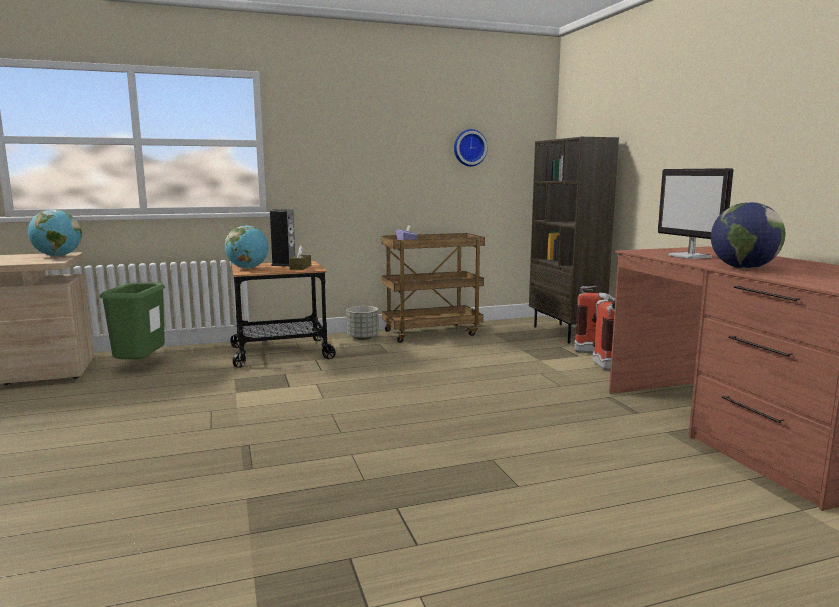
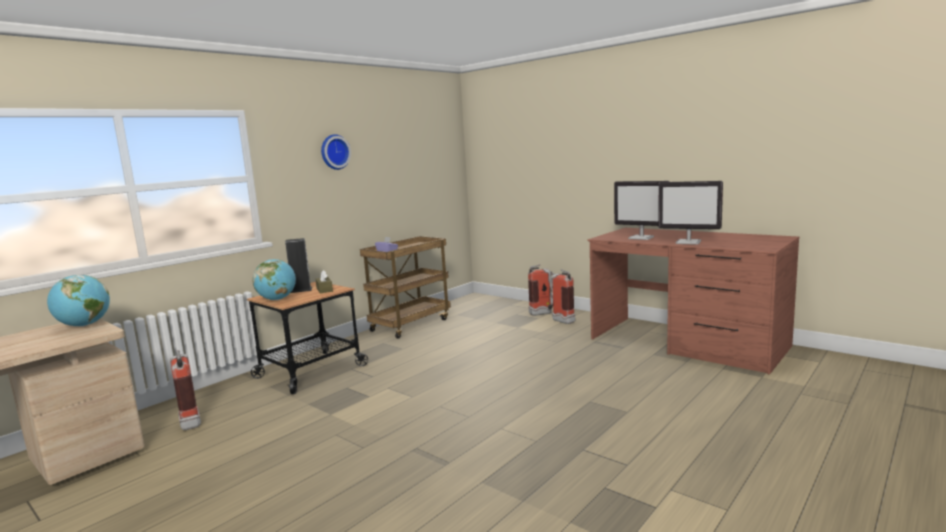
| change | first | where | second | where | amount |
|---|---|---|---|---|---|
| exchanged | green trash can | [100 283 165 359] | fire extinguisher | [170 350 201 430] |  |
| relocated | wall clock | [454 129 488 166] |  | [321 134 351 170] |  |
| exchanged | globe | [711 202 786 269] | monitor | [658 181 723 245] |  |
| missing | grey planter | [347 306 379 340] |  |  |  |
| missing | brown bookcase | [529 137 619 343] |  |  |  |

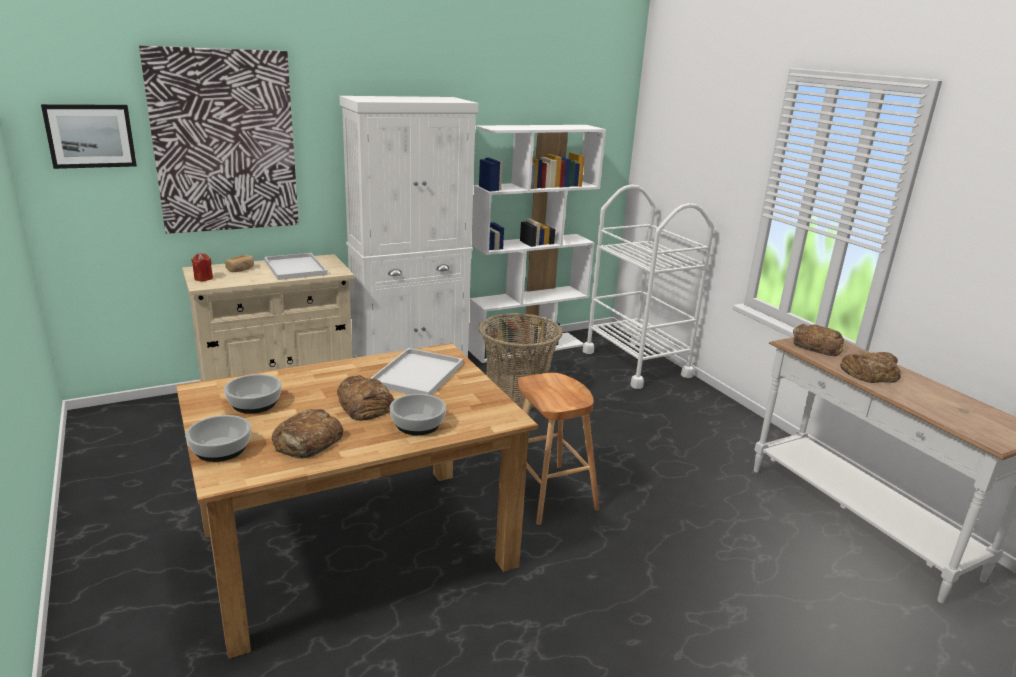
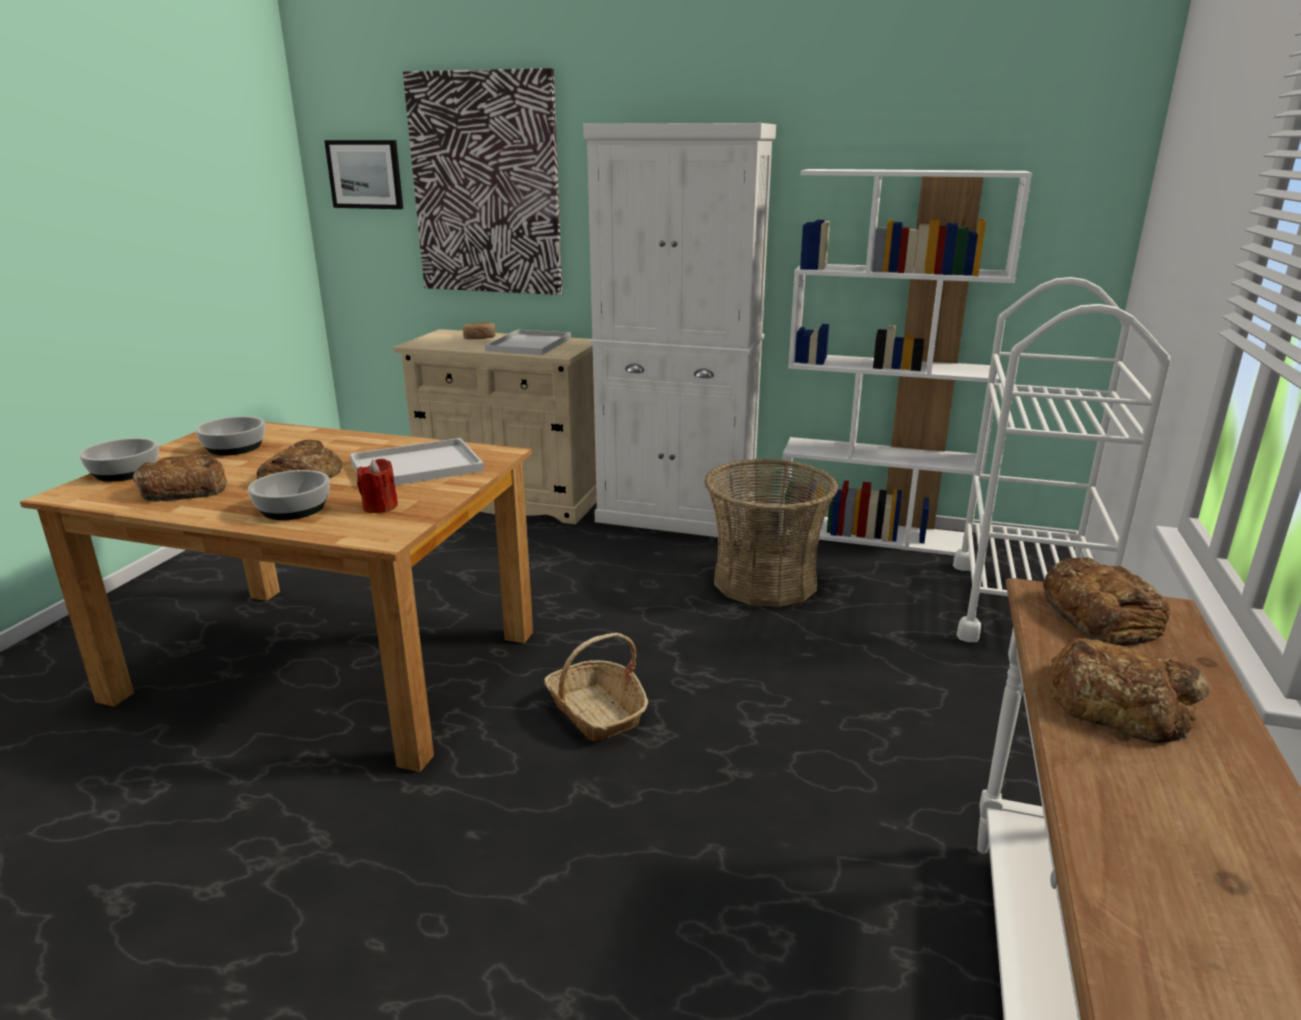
| change | first | where | second | where | amount |
|---|---|---|---|---|---|
| relocated | red candle | [191 253 213 281] |  | [357 459 398 513] |  |
| exchanged | brown stool | [517 373 600 525] | basket | [544 633 648 741] |  |

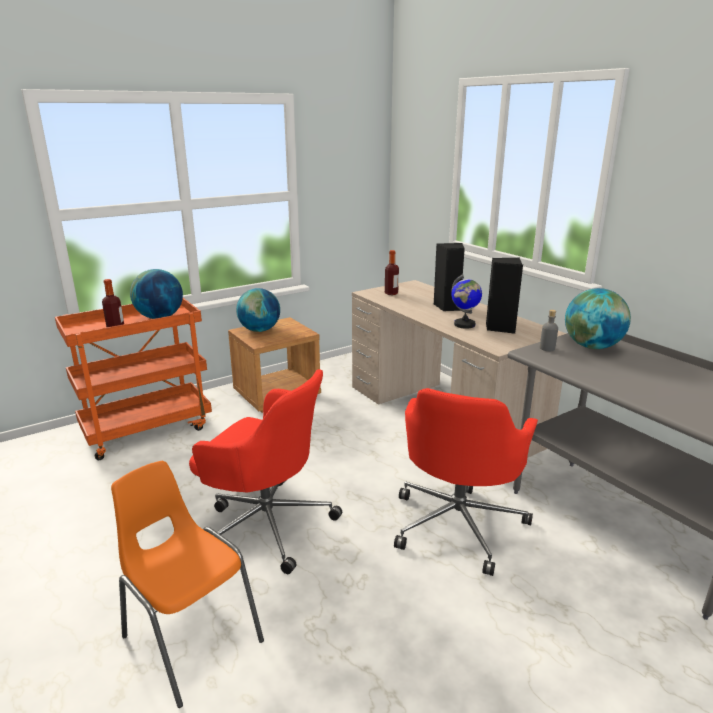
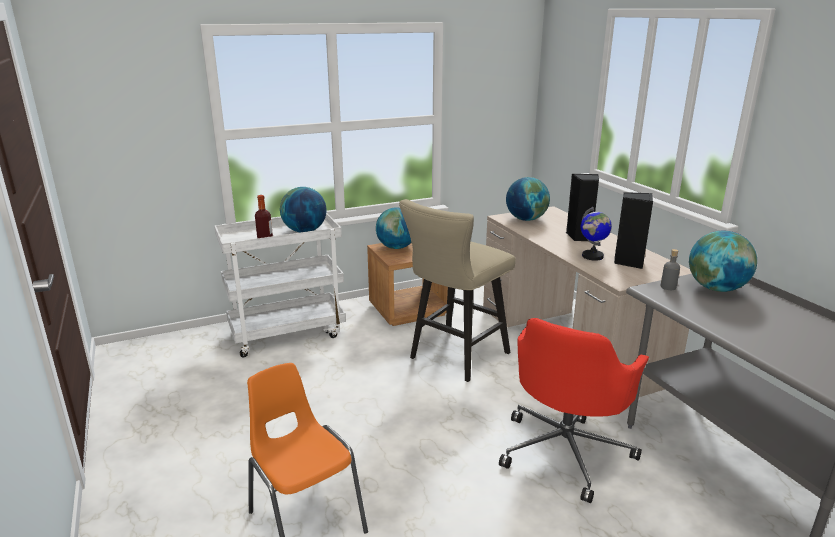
| change | first | where | second | where | amount |
|---|---|---|---|---|---|
| colour | orange cart | [55 298 212 460] | white cart | [214 212 346 357] |  |
| appeared |  |  | beige stool | [399 199 516 382] |  |
| exchanged | bottle | [385 250 399 295] | globe | [506 177 550 221] |  |
| missing | red office chair | [189 369 342 574] |  |  |  |

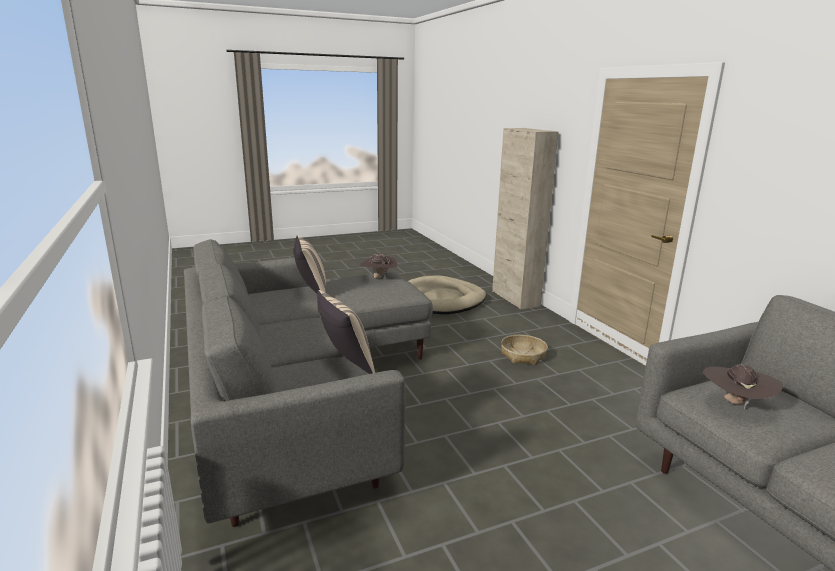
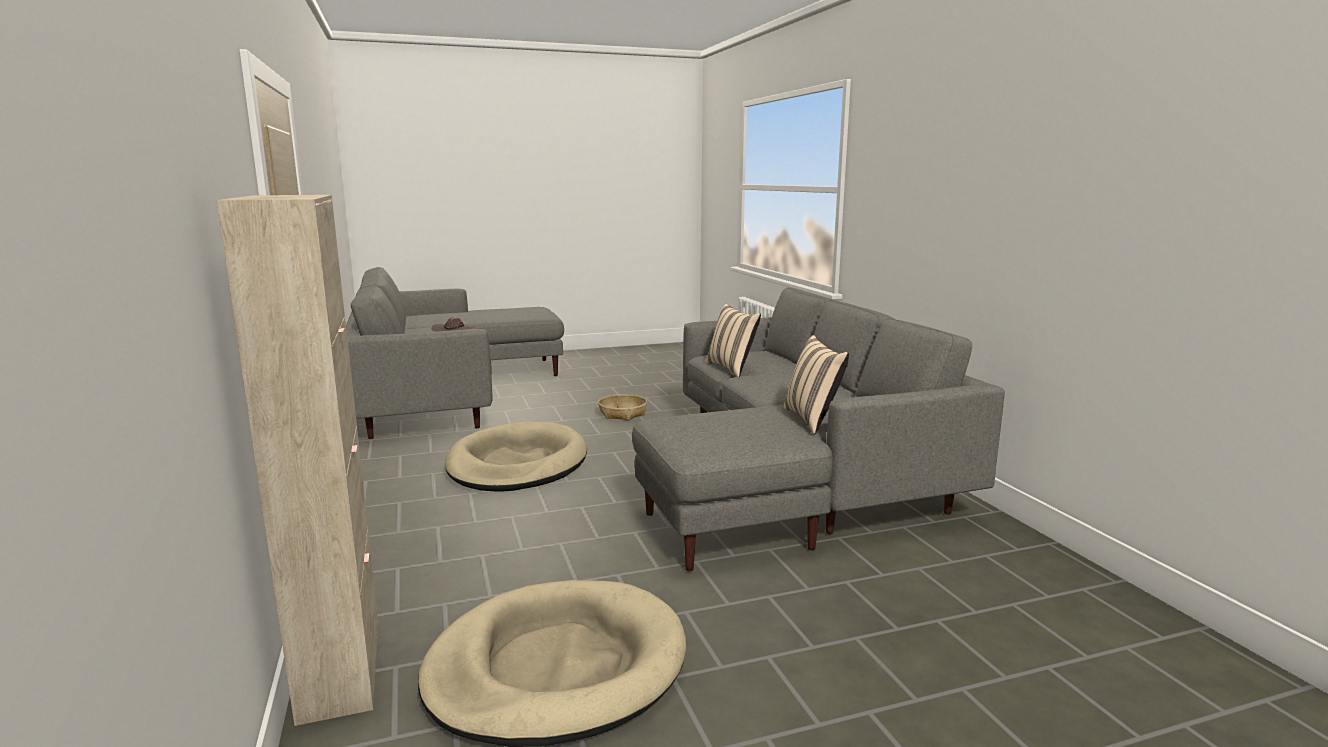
| change | first | where | second | where | amount |
|---|---|---|---|---|---|
| appeared |  |  | beige dog bed | [445 422 587 492] |  |
| relocated | basket | [501 335 548 365] |  | [598 394 647 421] |  |
| missing | brown hat | [360 253 398 278] |  |  |  |

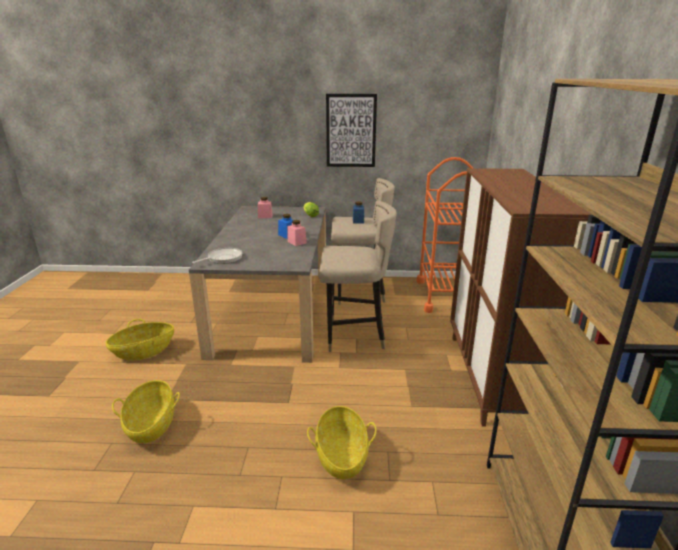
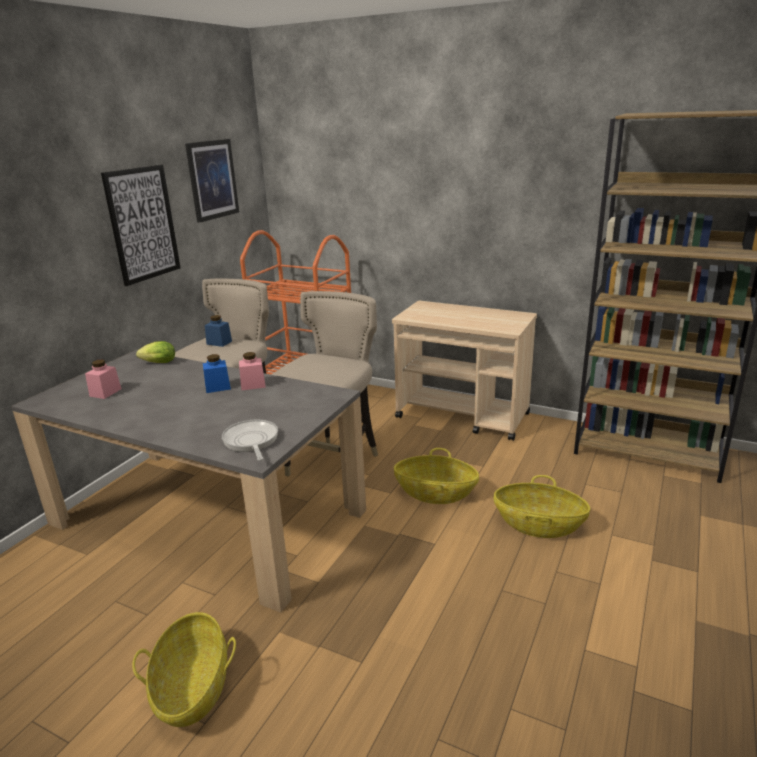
| change | first | where | second | where | amount |
|---|---|---|---|---|---|
| appeared |  |  | picture | [185 139 239 223] |  |
| exchanged | brown cabinet | [450 168 592 427] | beige cart | [392 301 537 441] |  |
| relocated | basket | [112 380 180 443] |  | [394 448 479 504] |  |

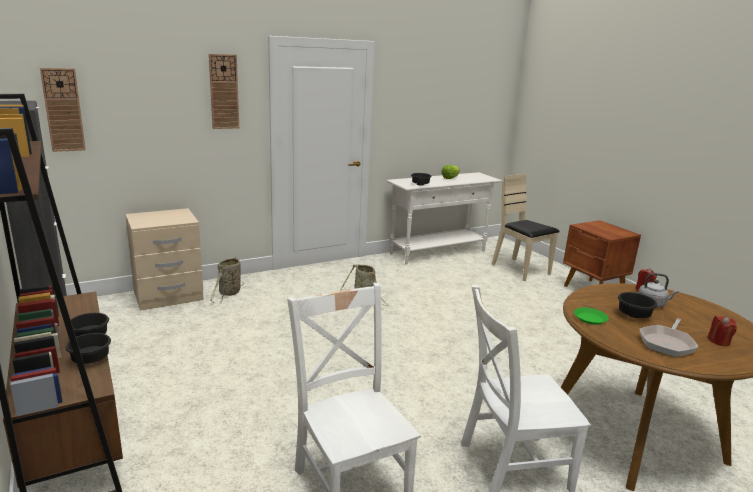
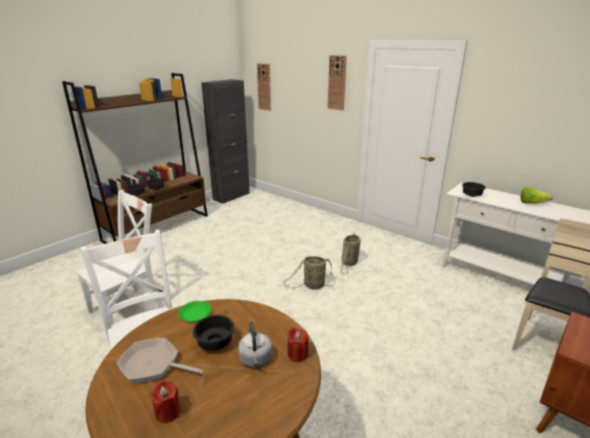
| change | first | where | second | where | amount |
|---|---|---|---|---|---|
| relocated | basket | [210 257 244 304] |  | [283 256 336 290] |  |
| missing | beige nightstand | [125 208 204 311] |  |  |  |

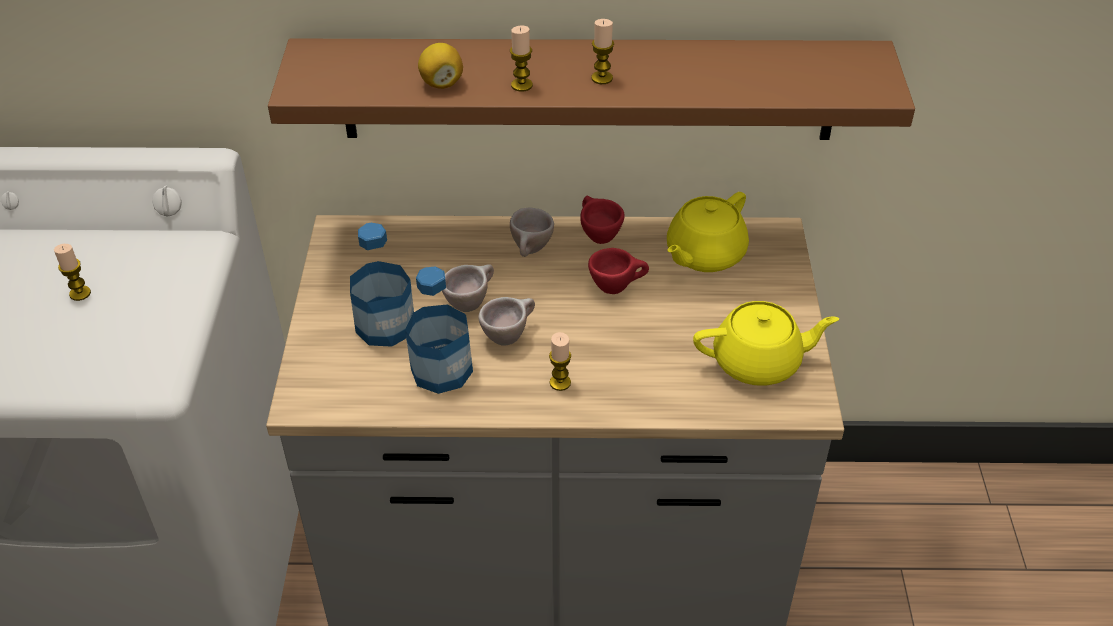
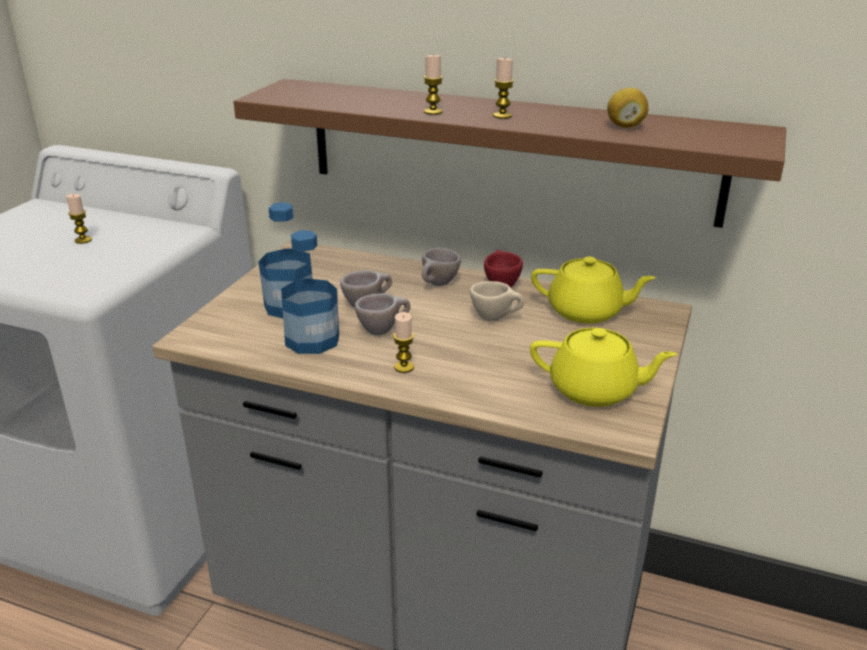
| change | first | where | second | where | amount |
|---|---|---|---|---|---|
| colour | red cup | [588 248 649 294] | beige cup | [470 281 524 321] |  |
| spun | yellow teapot | [667 192 749 272] |  | [531 257 656 324] | 135 degrees counterclockwise |
| relocated | lemon | [418 43 463 89] |  | [607 88 649 128] |  |

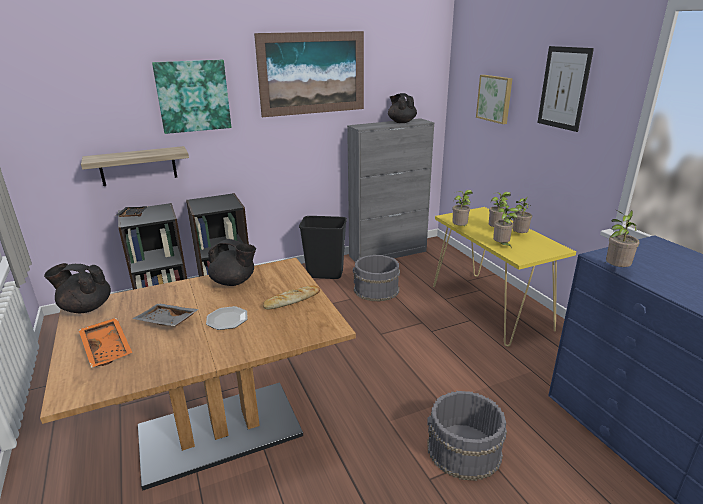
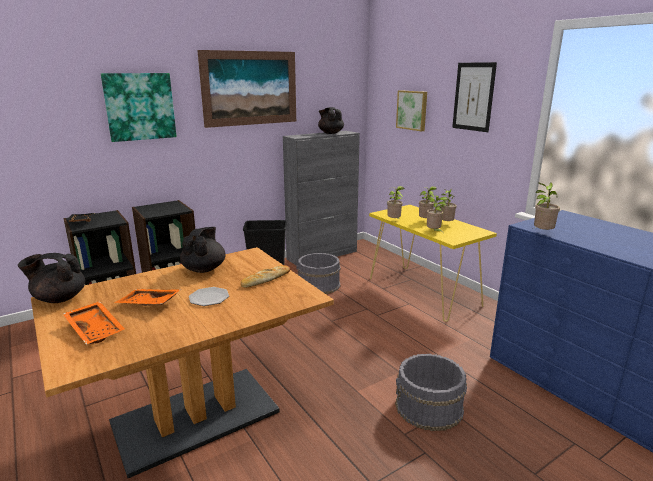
| change | first | where | second | where | amount |
|---|---|---|---|---|---|
| colour | grey tray | [132 303 199 326] | orange tray | [114 289 182 306] |  |
| spun | black teapot | [208 239 256 286] |  | [180 227 226 273] | 90 degrees counterclockwise |
| missing | shelf | [81 146 189 186] |  |  |  |

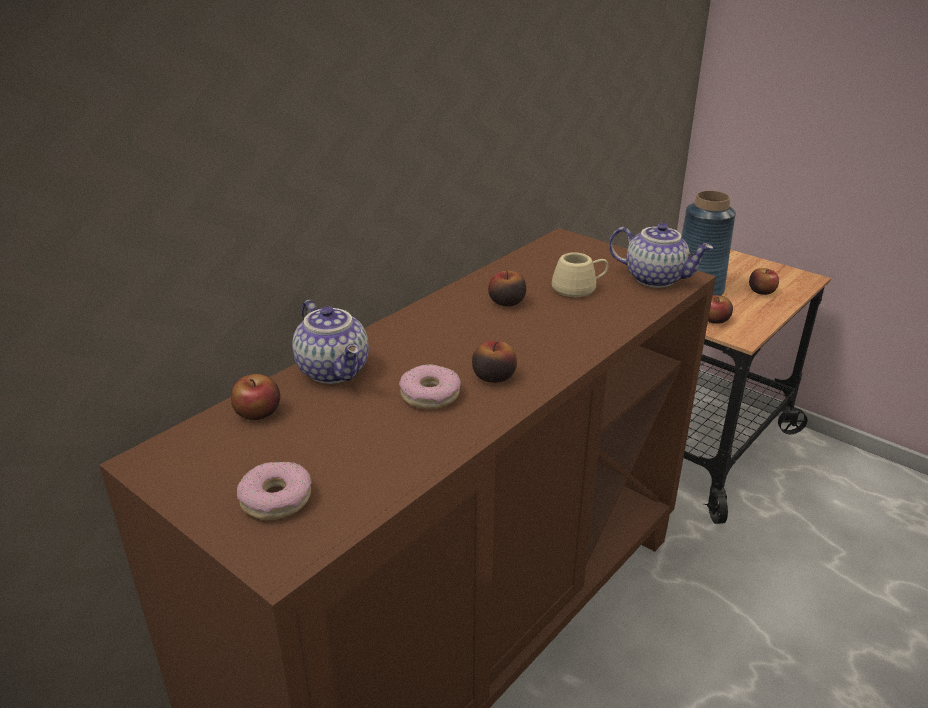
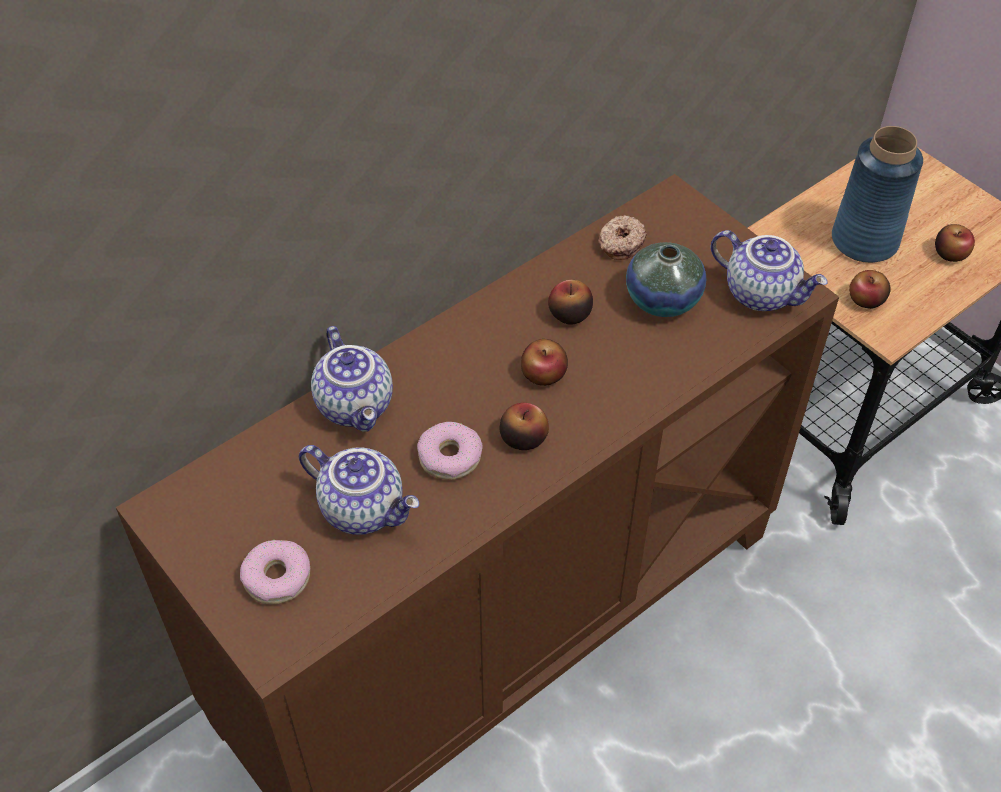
| change | first | where | second | where | amount |
|---|---|---|---|---|---|
| appeared |  |  | teapot | [299 445 419 535] |  |
| relocated | apple | [231 374 280 420] |  | [521 339 568 386] |  |
| appeared |  |  | donut | [598 214 647 260] |  |
| exchanged | beige mug | [552 252 609 297] | vase | [626 242 706 317] |  |

